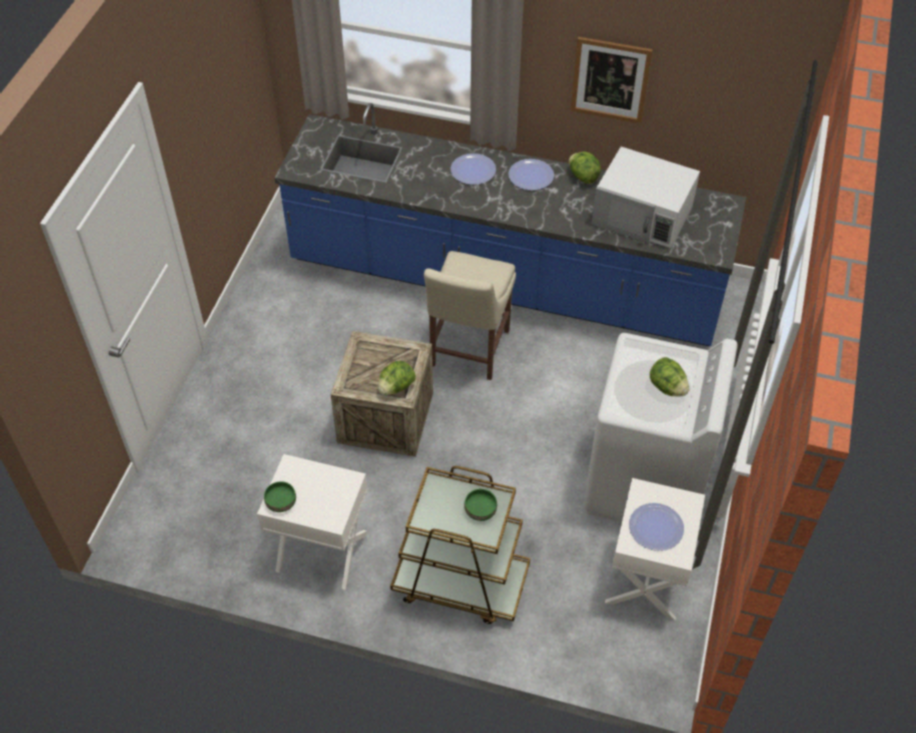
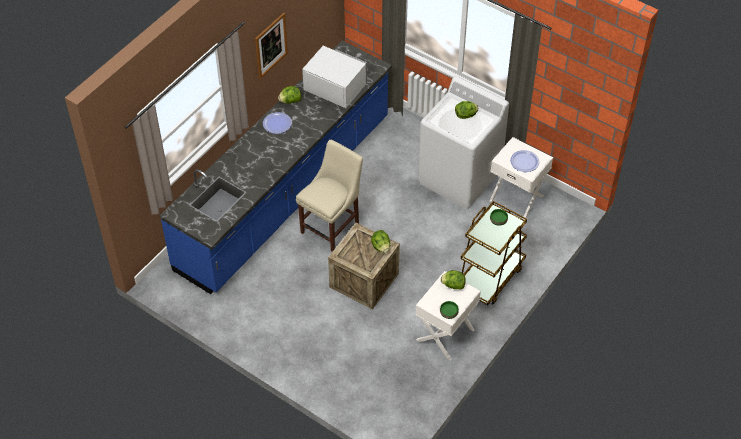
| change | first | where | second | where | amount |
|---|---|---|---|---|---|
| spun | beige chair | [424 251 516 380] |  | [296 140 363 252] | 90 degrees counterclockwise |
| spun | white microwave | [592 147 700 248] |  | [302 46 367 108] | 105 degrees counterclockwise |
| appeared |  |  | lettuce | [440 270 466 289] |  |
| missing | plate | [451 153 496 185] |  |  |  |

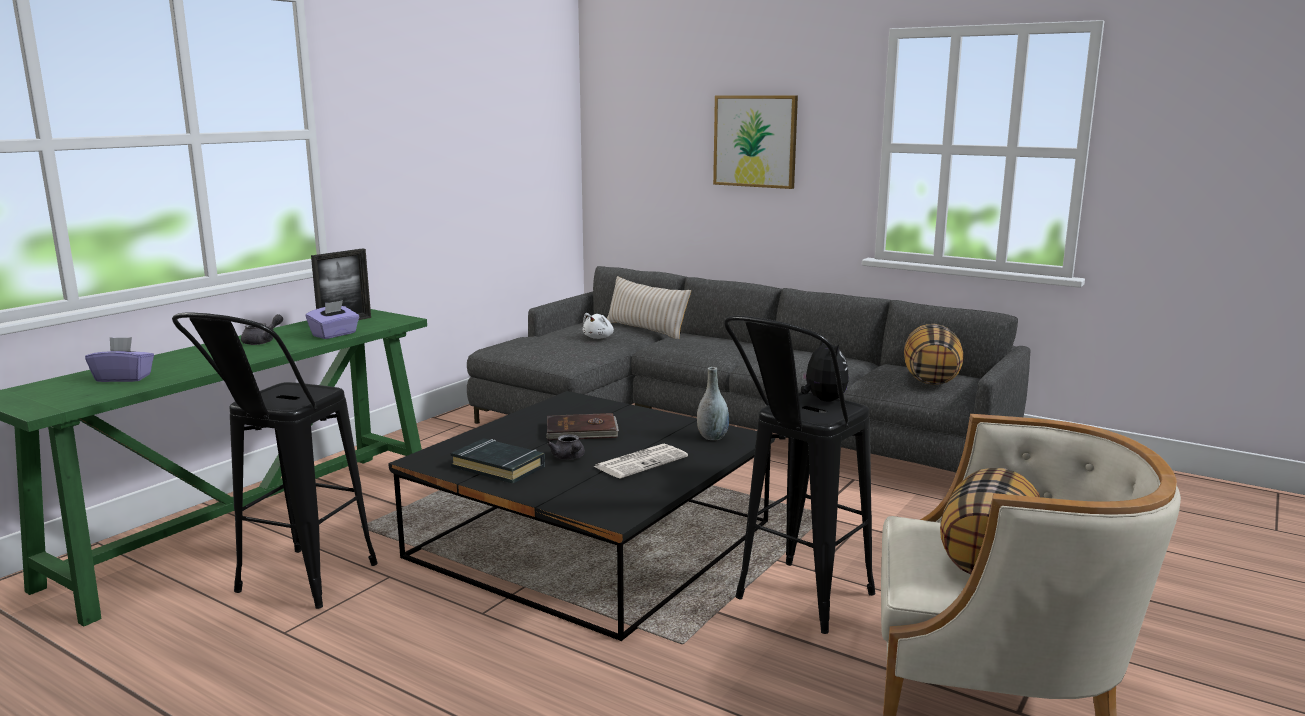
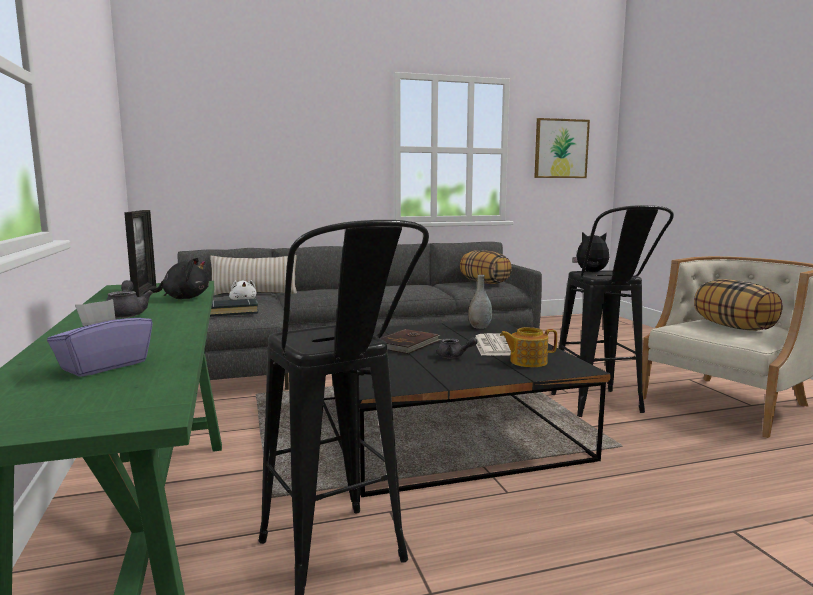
| change | first | where | second | where | amount |
|---|---|---|---|---|---|
| exchanged | purple tissue box | [306 300 359 339] | black plush toy | [143 258 209 299] |  |
| relocated | black book | [451 438 545 483] |  | [210 298 259 317] |  |
| appeared |  |  | teapot | [500 327 557 367] |  |
| relocated | picture | [713 96 798 189] |  | [534 118 590 178] |  |

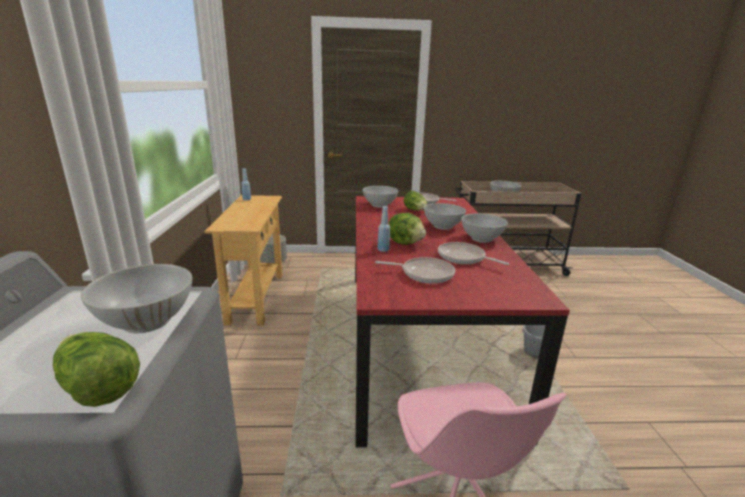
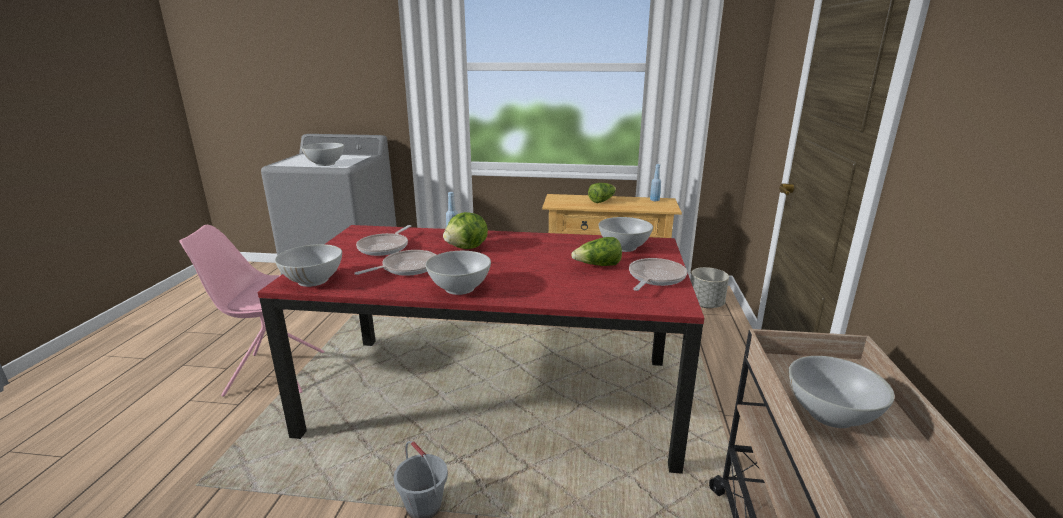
| change | first | where | second | where | amount |
|---|---|---|---|---|---|
| relocated | white bowl | [424 203 466 230] |  | [275 244 342 287] |  |
| relocated | lettuce | [53 332 140 407] |  | [588 183 616 203] |  |

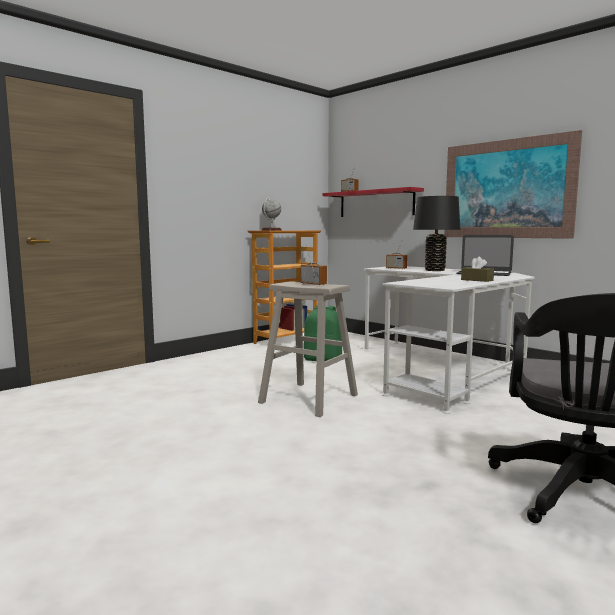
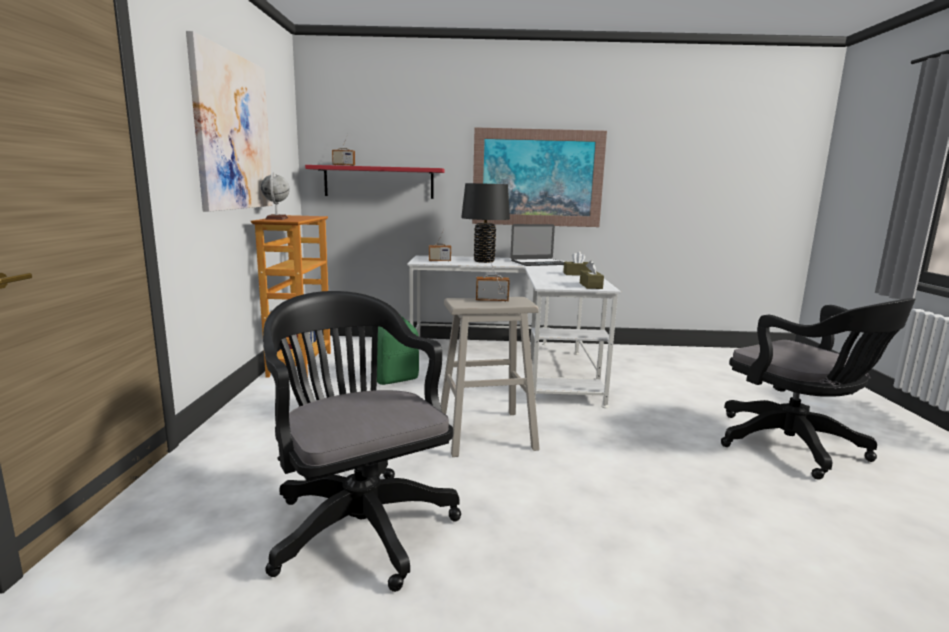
| change | first | where | second | where | amount |
|---|---|---|---|---|---|
| appeared |  |  | picture | [186 31 273 212] |  |
| appeared |  |  | black office chair | [263 291 461 592] |  |
| appeared |  |  | brown tissue box | [580 260 604 289] |  |

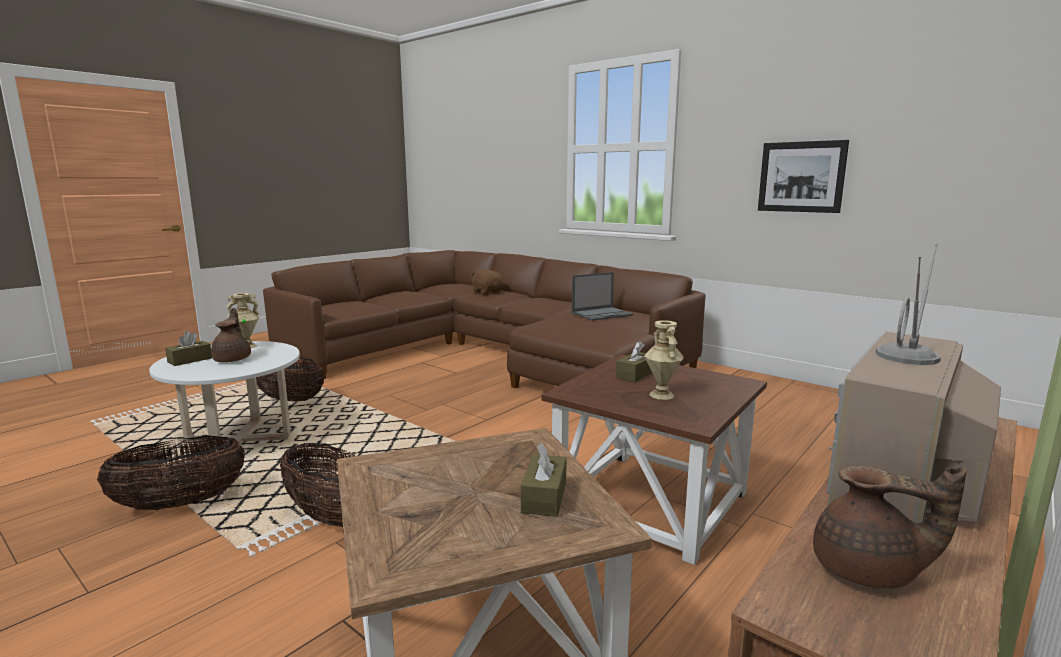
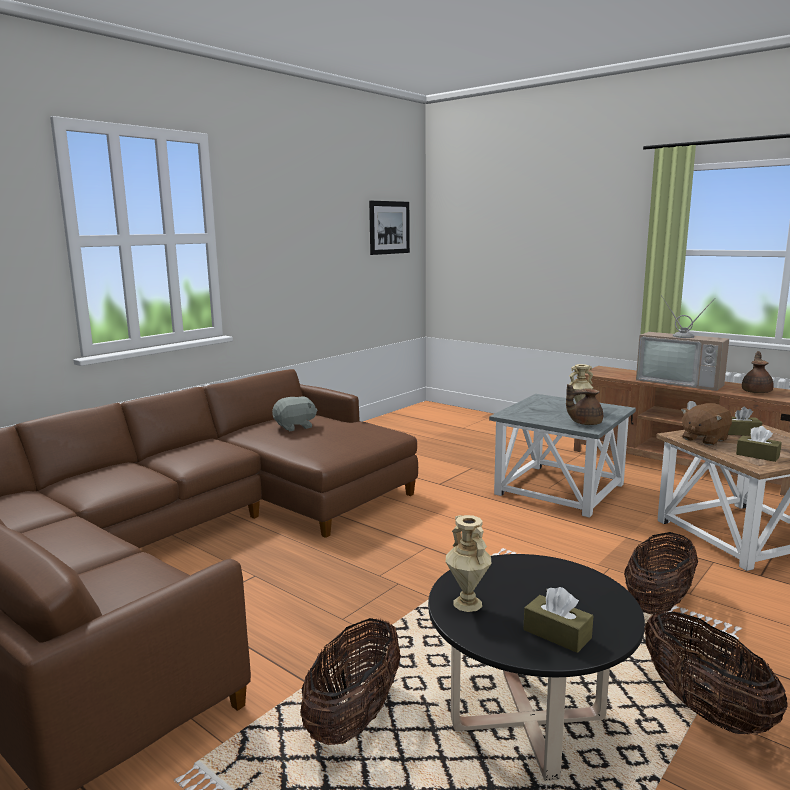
| change | first | where | second | where | amount |
|---|---|---|---|---|---|
| exchanged | laptop | [572 272 634 321] | grey plush toy | [272 396 318 431] |  |
| relocated | picture | [758 140 849 213] |  | [369 201 410 255] |  |
| colour | white coffee table | [149 341 300 452] | black coffee table | [428 554 645 781] |  |
| colour | brown side table | [541 354 767 565] | grey side table | [489 394 636 518] |  |
| relocated | brown teapot | [211 308 251 363] |  | [566 384 603 425] |  |
| relocated | brown plush toy | [470 269 502 295] |  | [681 403 732 446] |  |
| relocated | brown tissue box | [616 341 652 382] |  | [736 426 782 462] |  |

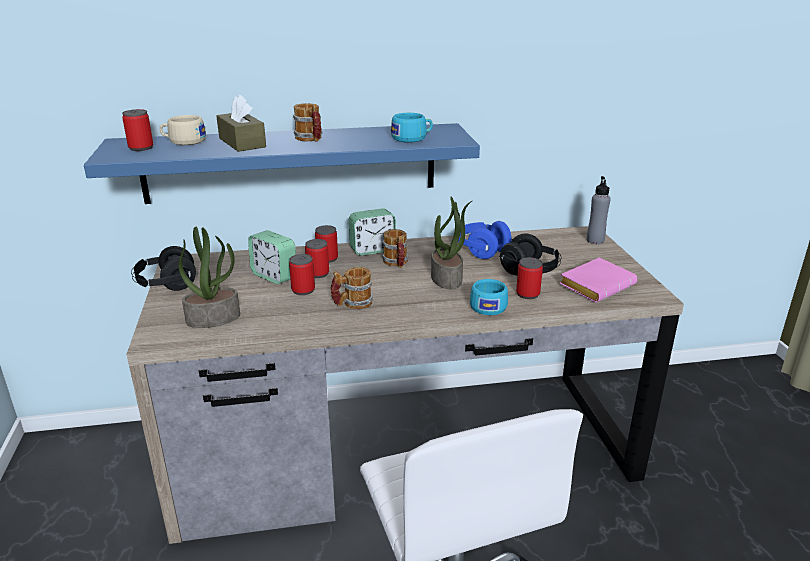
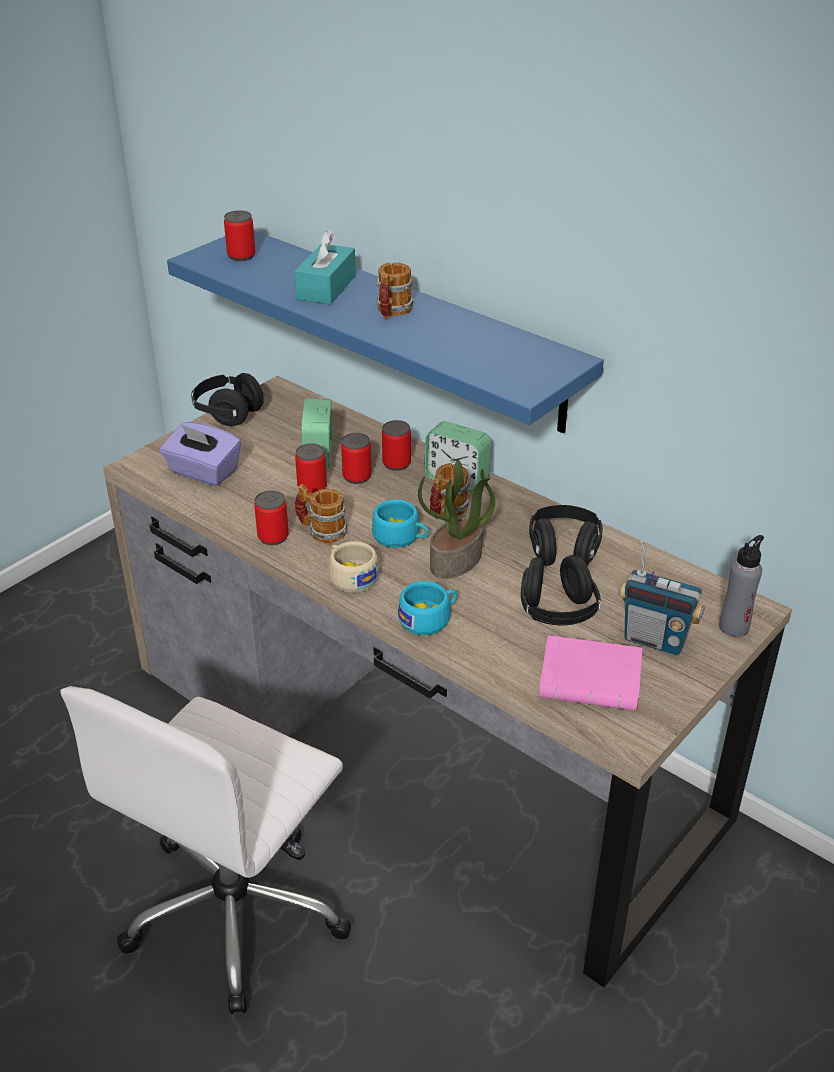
| change | first | where | second | where | amount |
|---|---|---|---|---|---|
| exchanged | potted plant | [179 227 240 328] | purple tissue box | [160 422 241 486] |  |
| relocated | can | [516 257 543 299] |  | [254 491 289 545] |  |
| colour | brown tissue box | [216 95 266 152] | turquoise tissue box | [294 231 356 305] |  |
| relocated | beige cup | [159 115 206 145] |  | [329 541 379 592] |  |
| relocated | turquoise cup | [391 113 433 143] |  | [372 499 429 548] |  |
| colour | blue headphones | [458 221 513 259] | black headphones | [529 505 603 566] |  |
| appeared |  |  | radio | [619 541 705 655] |  |

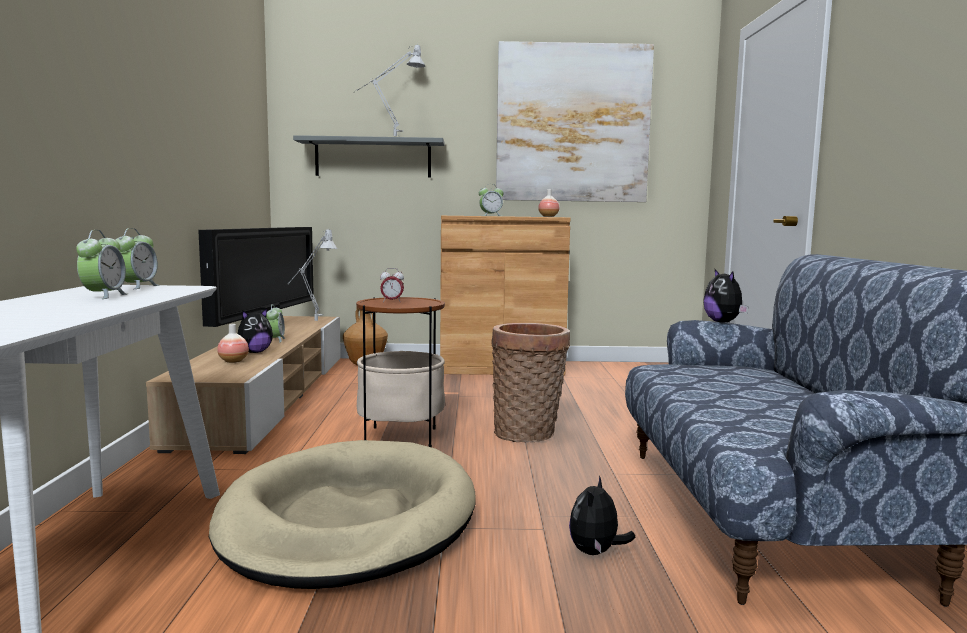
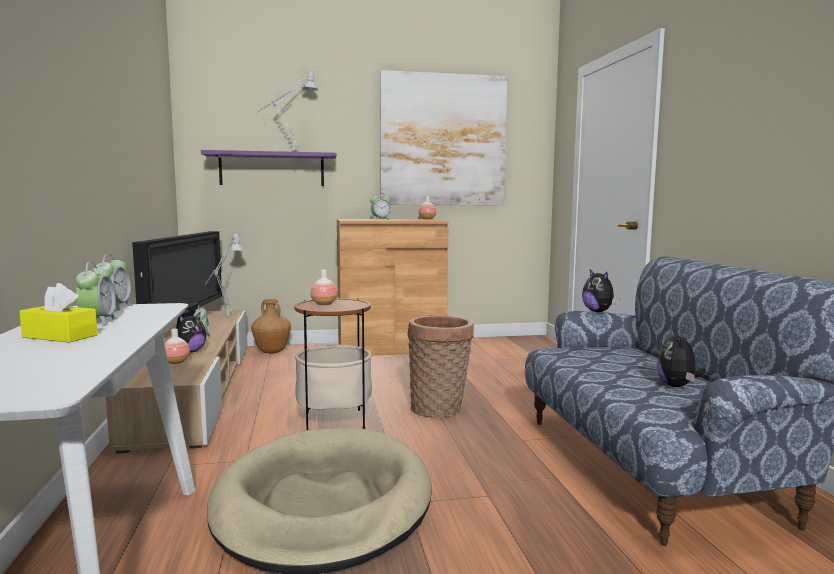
| change | first | where | second | where | amount |
|---|---|---|---|---|---|
| appeared |  |  | yellow tissue box | [19 283 98 343] |  |
| colour | grey shelf | [293 135 445 178] | purple shelf | [201 150 337 186] |  |
| exchanged | alarm clock | [380 268 404 302] | vase | [311 270 338 305] |  |
| relocated | plush toy | [569 475 635 555] |  | [657 329 706 387] |  |

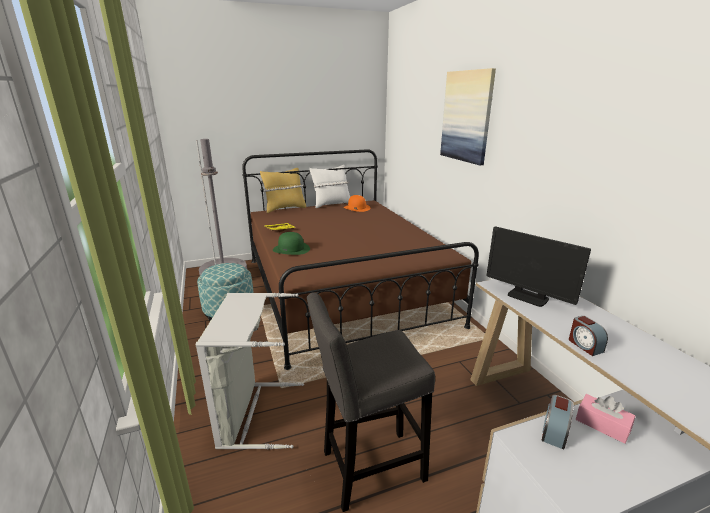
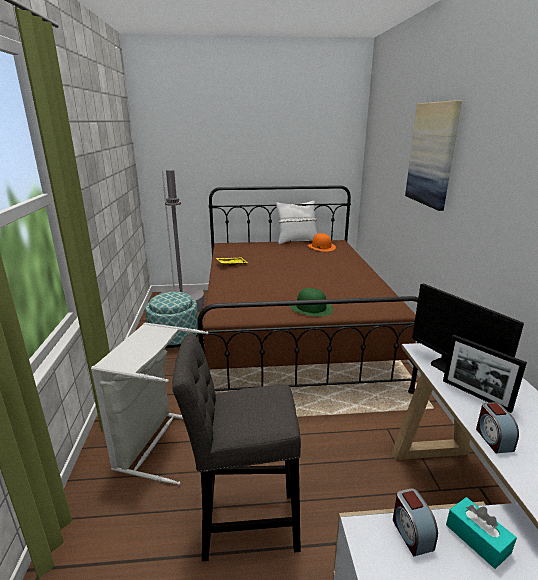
| change | first | where | second | where | amount |
|---|---|---|---|---|---|
| relocated | green hat | [273 232 310 255] |  | [290 288 333 317] |  |
| spun | alarm clock | [542 395 574 450] |  | [393 488 438 556] | 60 degrees counterclockwise |
| appeared |  |  | picture frame | [443 335 527 413] |  |
| colour | pink tissue box | [576 394 635 444] | turquoise tissue box | [446 497 517 569] |  |
| missing | yellow pillow | [260 168 306 213] |  |  |  |

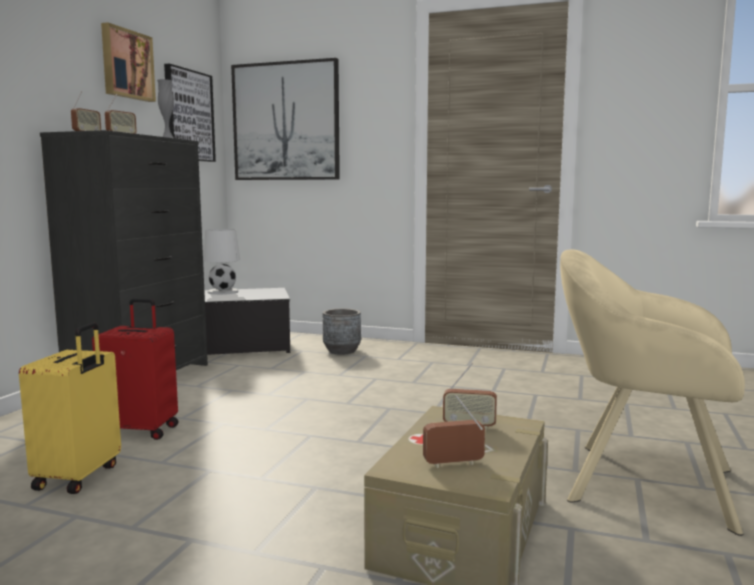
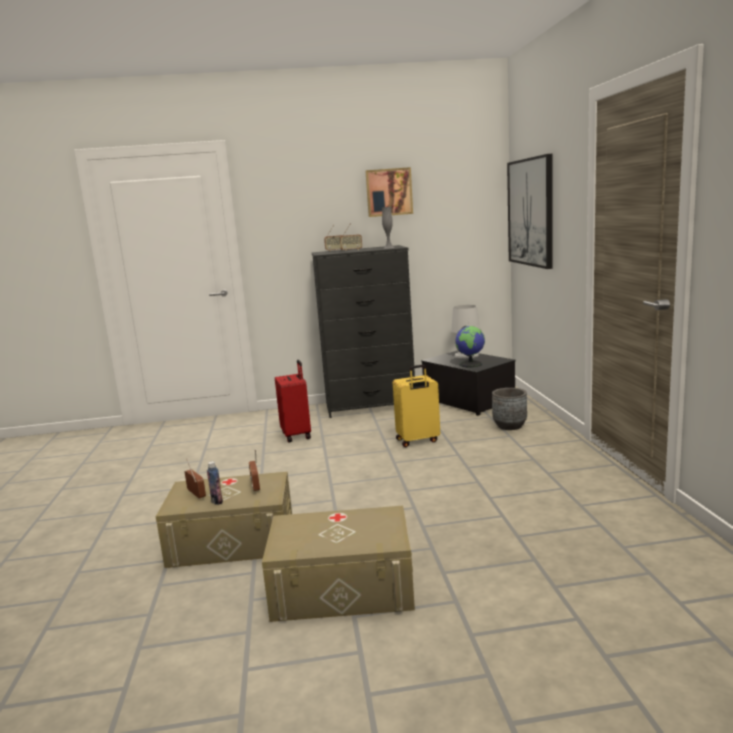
| change | first | where | second | where | amount |
|---|---|---|---|---|---|
| appeared |  |  | bottle | [207 461 223 505] |  |
| exchanged | beige armchair | [560 249 745 536] | beige storage box | [262 506 415 622] |  |
| relocated | yellow suitcase | [19 323 121 494] |  | [393 365 440 447] |  |
| appeared |  |  | globe | [455 326 485 367] |  |
| missing | picture | [164 63 216 162] |  |  |  |

